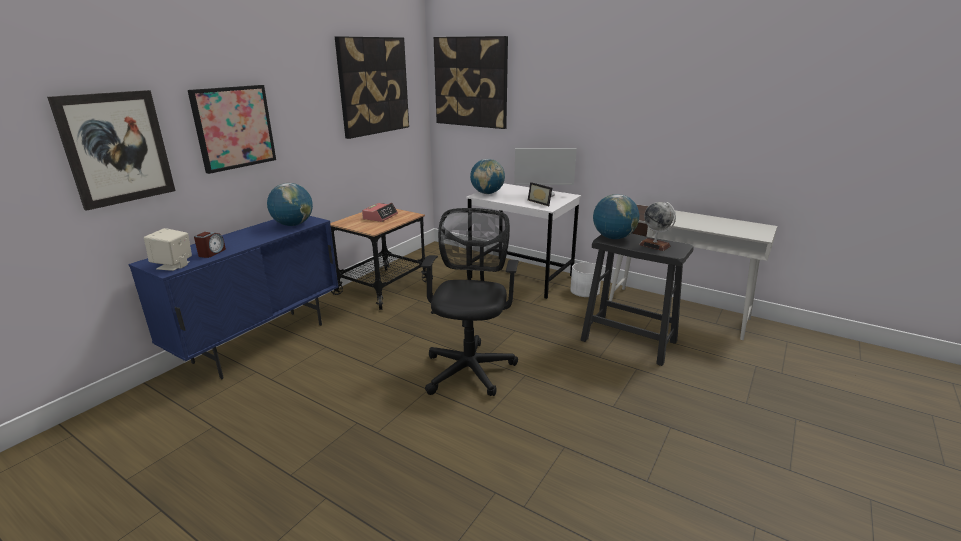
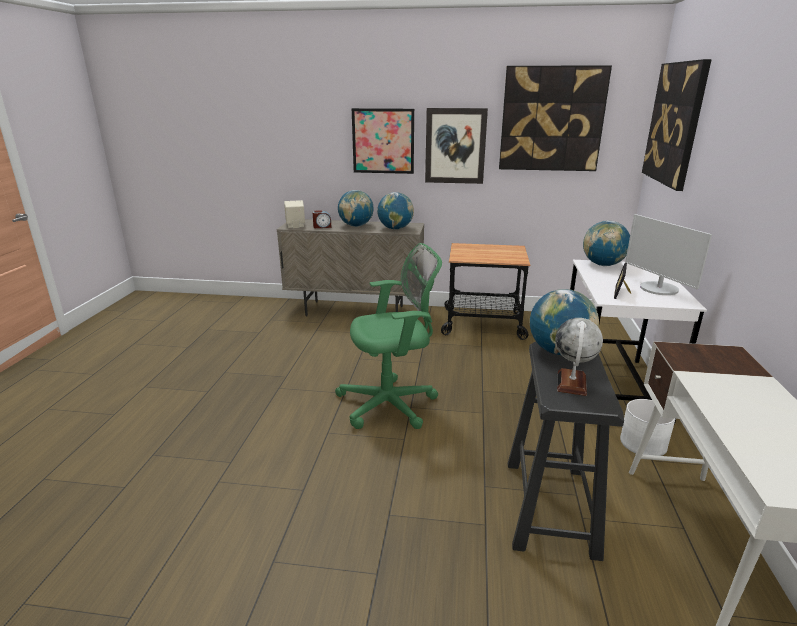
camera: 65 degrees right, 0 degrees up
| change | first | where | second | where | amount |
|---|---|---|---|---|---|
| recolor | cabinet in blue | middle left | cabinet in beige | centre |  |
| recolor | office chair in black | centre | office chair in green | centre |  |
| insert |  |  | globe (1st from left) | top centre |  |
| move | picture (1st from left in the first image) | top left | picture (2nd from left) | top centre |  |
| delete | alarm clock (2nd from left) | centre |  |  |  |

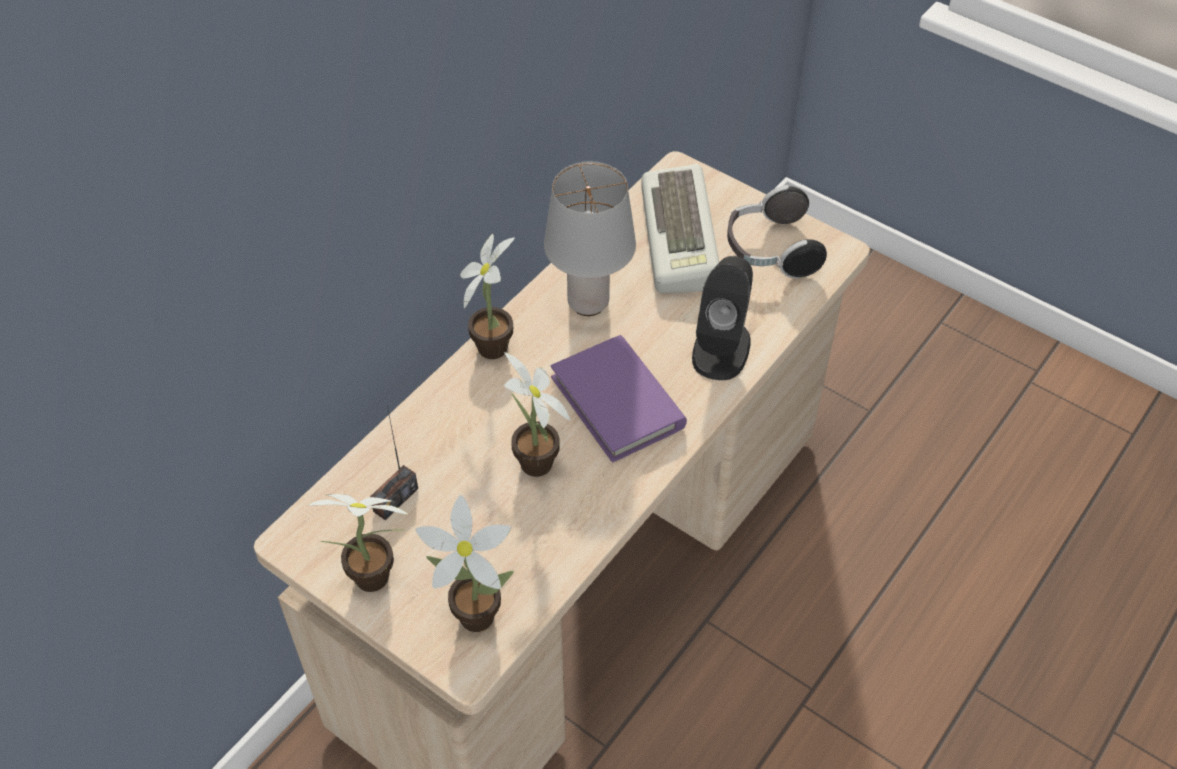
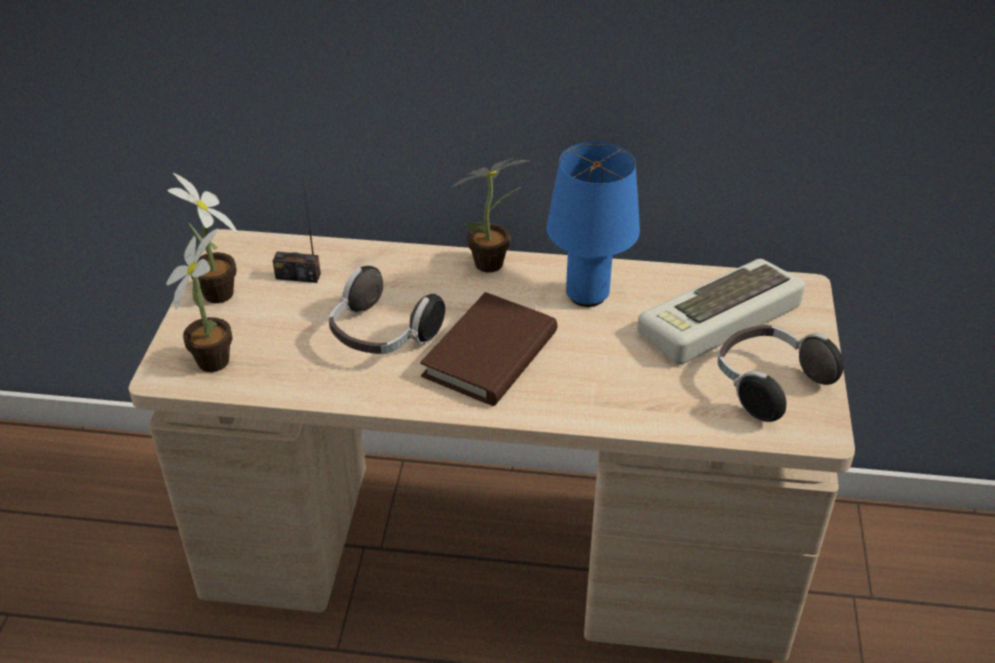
camera: 60 degrees right, 10 degrees down
| change | first | where | second | where | amount |
|---|---|---|---|---|---|
| replace | potted plant (4th from left) | centre | headphones (1st from left) | centre |  |
| recolor | book in purple | centre | book in brown | centre |  |
| recolor | table lamp in grey | top centre | table lamp in blue | centre |  |
| delete | speaker in black | centre |  |  |  |

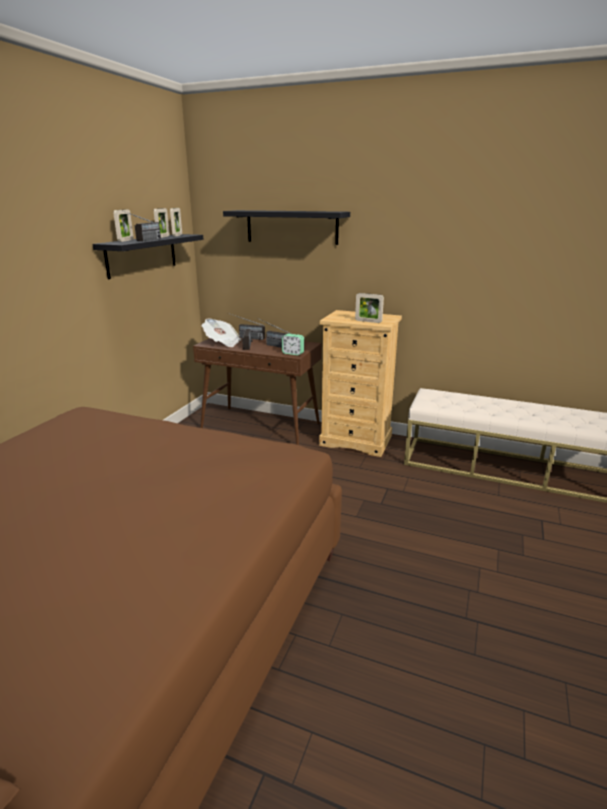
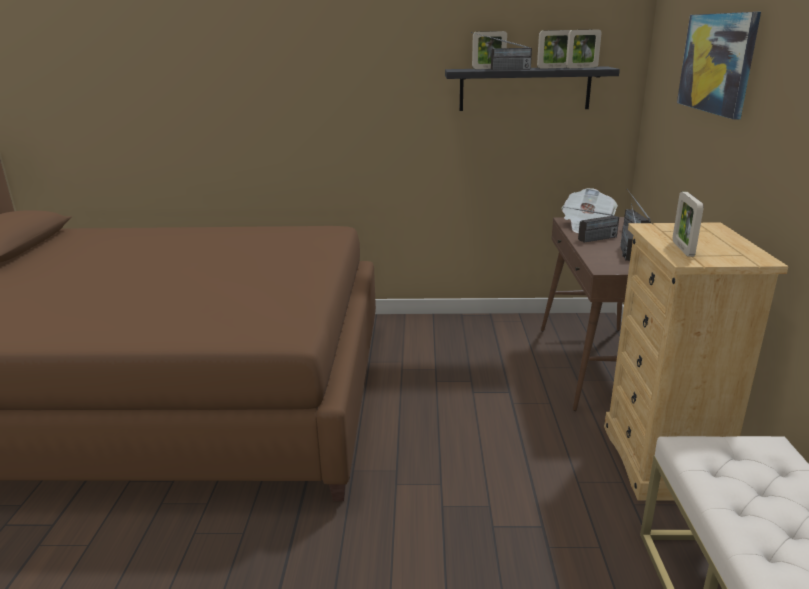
camera: 70 degrees right, 0 degrees up
| change | first | where | second | where | amount |
|---|---|---|---|---|---|
| replace | shelf in black (2nd from left) | top centre | picture | top right |  |
| delete | alarm clock | centre |  |  |  |

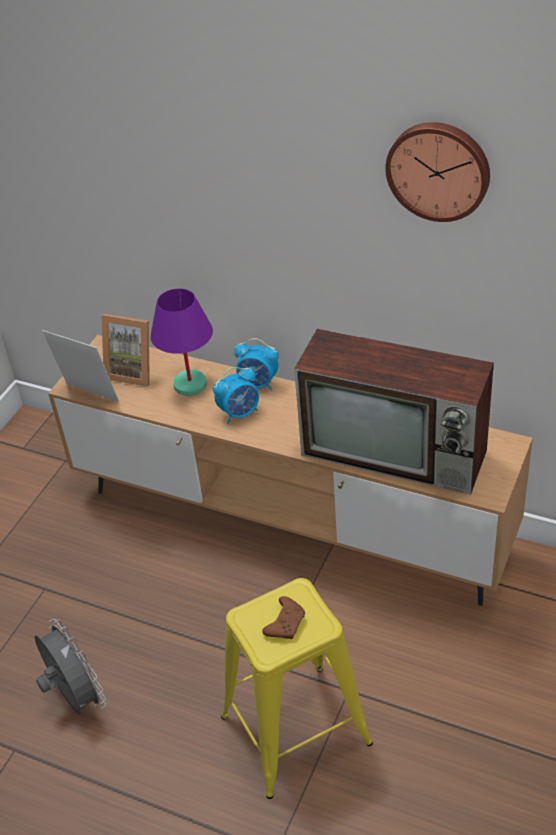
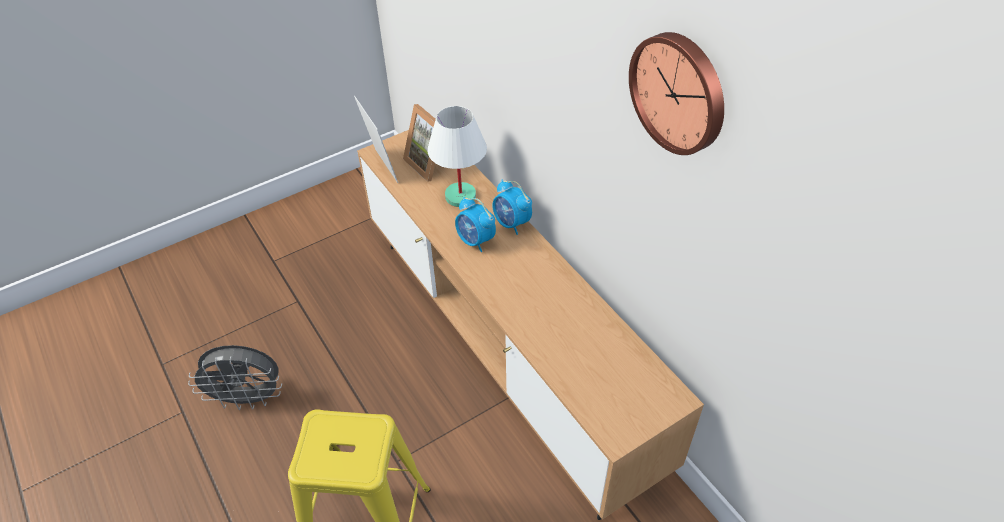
camera: 30 degrees right, 5 degrees up
| change | first | where | second | where | amount |
|---|---|---|---|---|---|
| rotate | fan in grey | bottom left |  | bottom left | 90 degrees clockwise |
| recolor | table lamp in purple | middle left | table lamp in white | top centre |  |
| rotate | alarm clock (1st from left) | centre |  | centre | 45 degrees clockwise |
| delete | game controller in brown | bottom centre |  |  |  |
| delete | television | middle right |  |  |  |

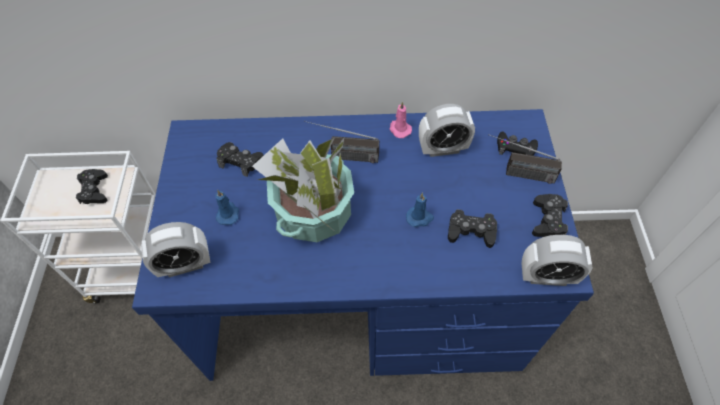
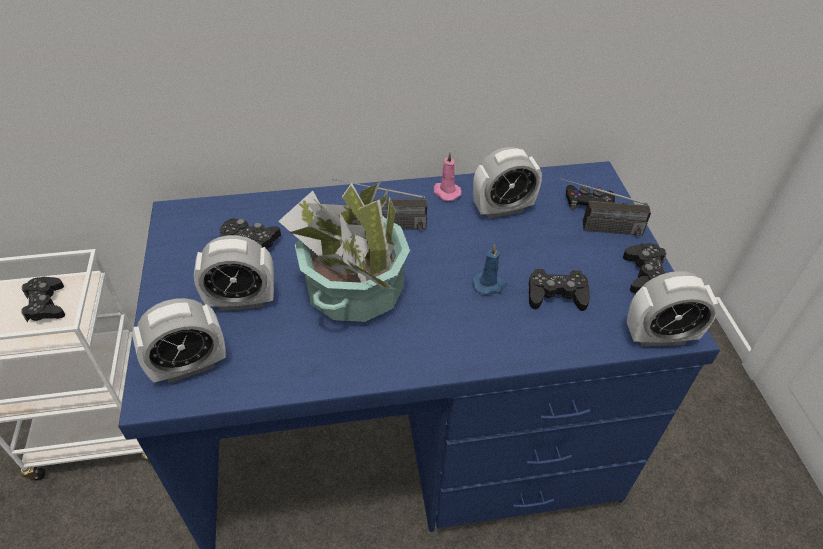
camera: 10 degrees left, 10 degrees down
| change | first | where | second | where | amount |
|---|---|---|---|---|---|
| replace | candle in blue (1st from left) | middle left | alarm clock (2nd from left) | middle left |  |

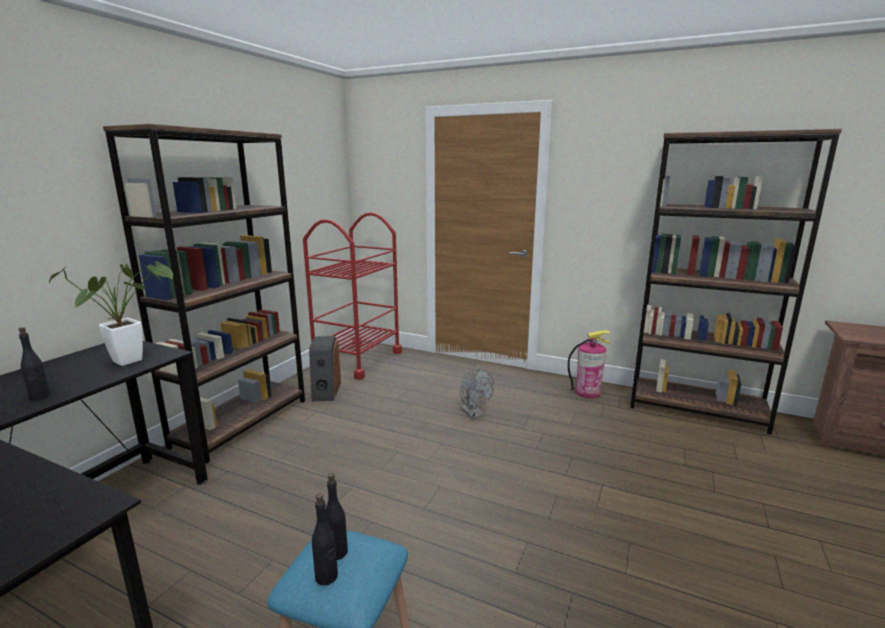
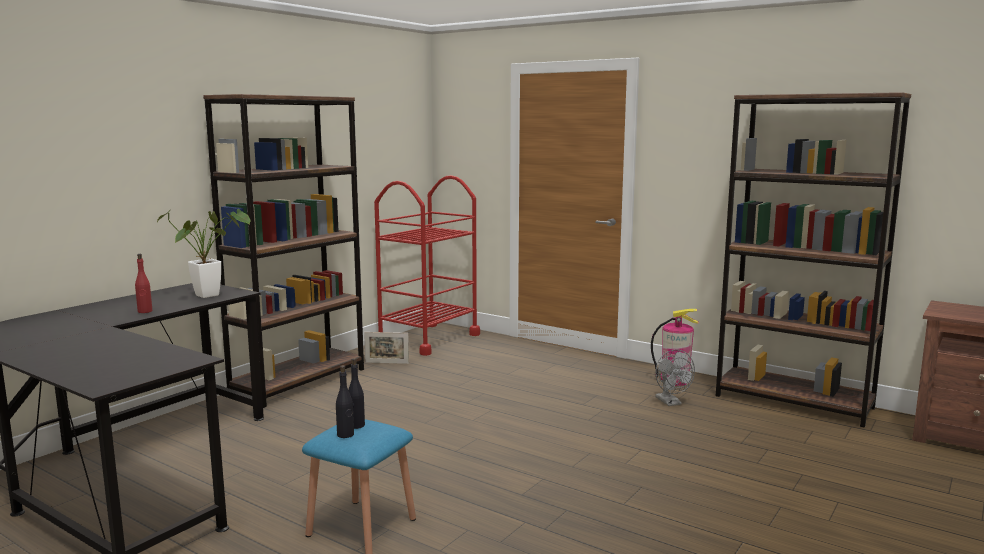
camera: 10 degrees right, 5 degrees down
| change | first | where | second | where | amount |
|---|---|---|---|---|---|
| recolor | bottle in black (1st from left) | middle left | bottle in red | middle left |  |
| replace | speaker | centre | picture frame | centre |  |
| move | fan in grey | centre |  | bottom right |  |

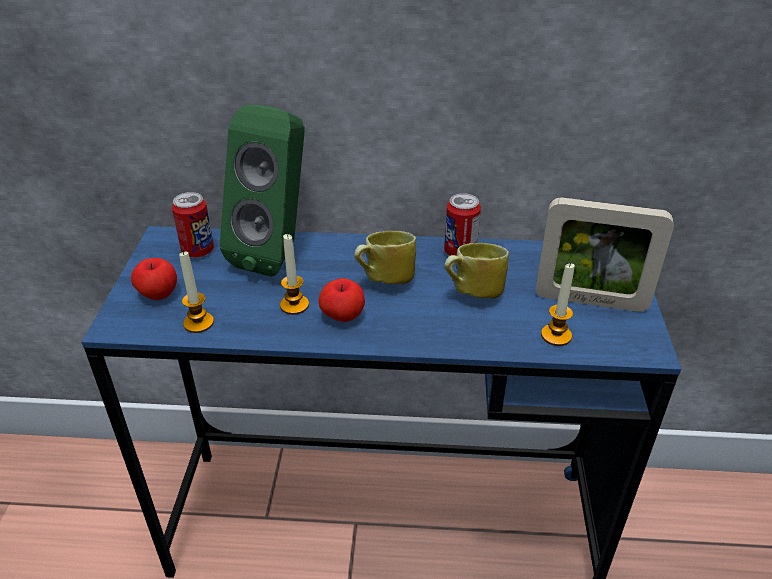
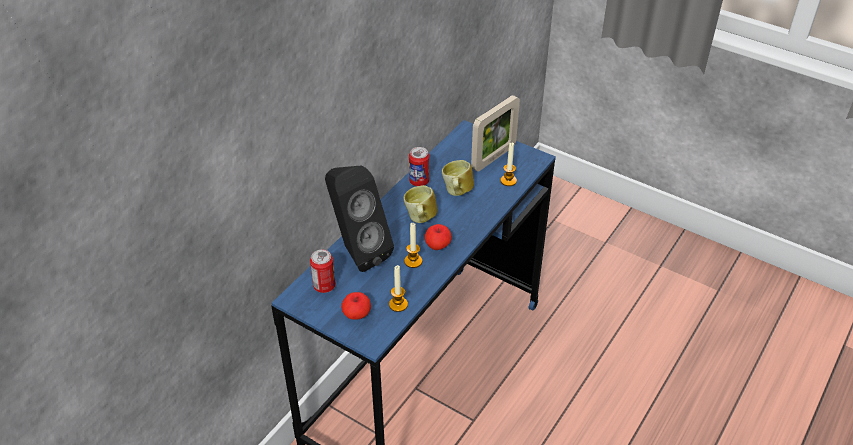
camera: 60 degrees left, 5 degrees up
| change | first | where | second | where | amount |
|---|---|---|---|---|---|
| recolor | speaker in green | top centre | speaker in black | centre |  |

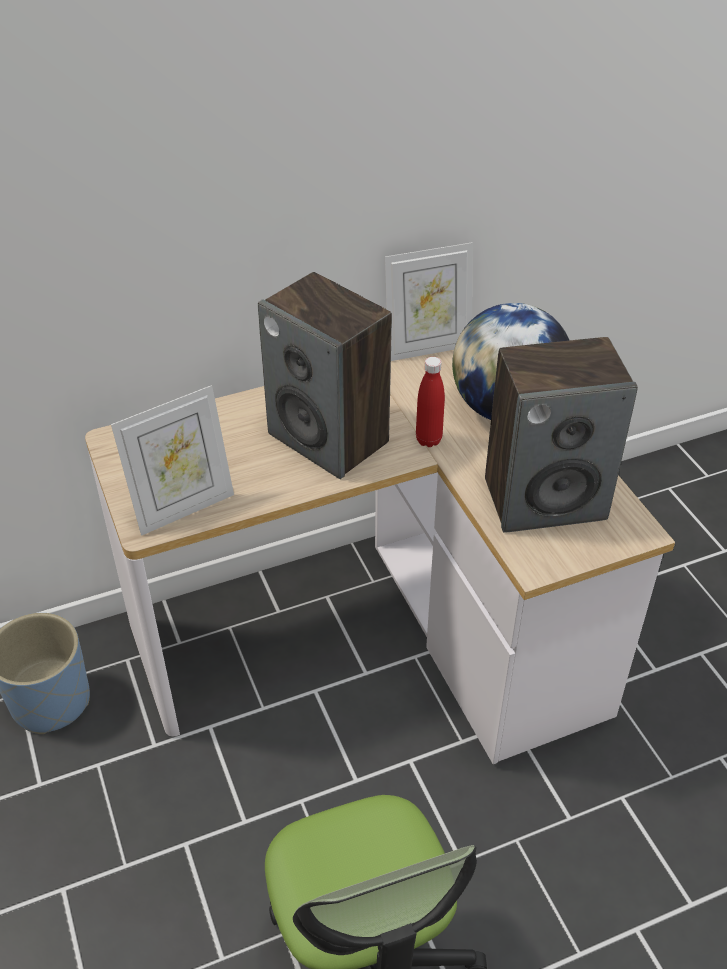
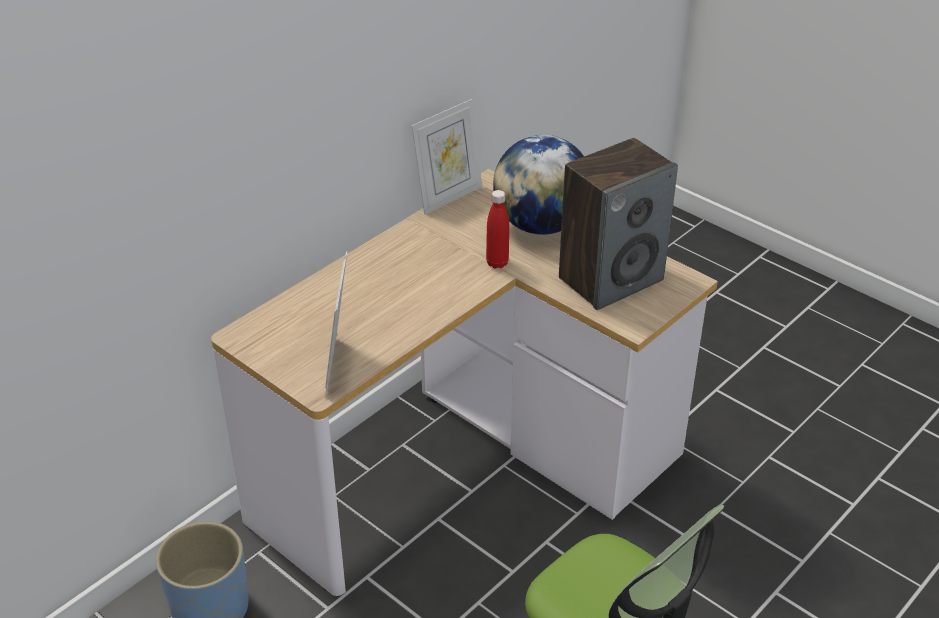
camera: 25 degrees left, 5 degrees down
| change | first | where | second | where | amount |
|---|---|---|---|---|---|
| rotate | picture frame (1st from left) | middle left |  | centre | 150 degrees clockwise |
| delete | speaker (1st from left) | centre |  |  |  |

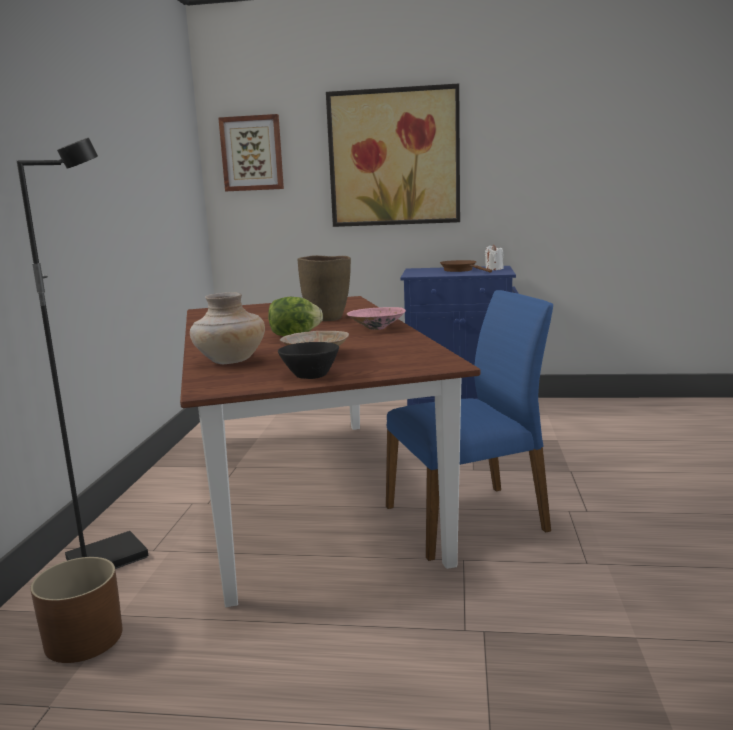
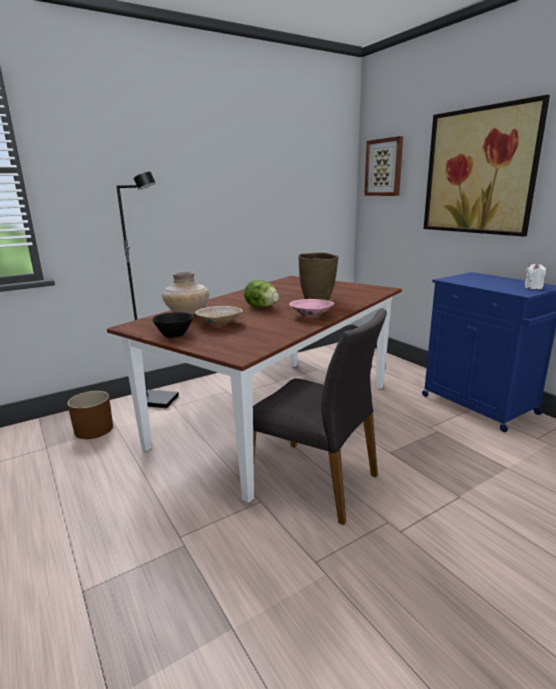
camera: 50 degrees right, 5 degrees up
| change | first | where | second | where | amount |
|---|---|---|---|---|---|
| recolor | chair in blue | centre | chair in grey | centre |  |
| delete | frying pan in brown | centre |  |  |  |

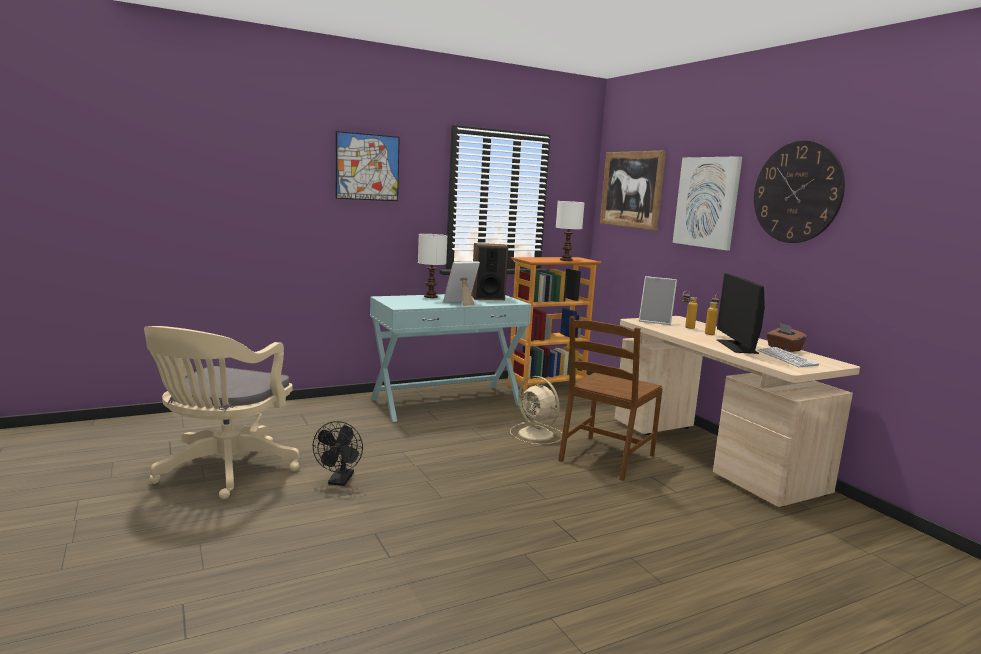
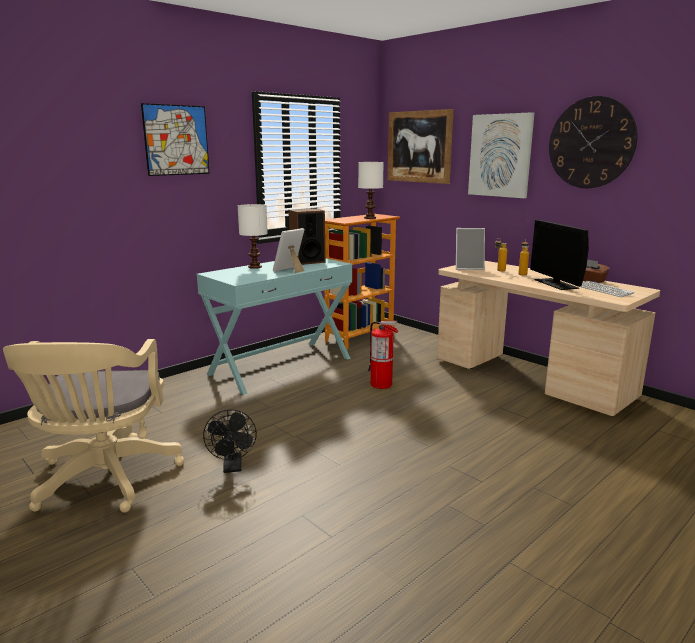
camera: 15 degrees left, 5 degrees up
| change | first | where | second | where | amount |
|---|---|---|---|---|---|
| replace | fan in beige | centre | fire extinguisher | centre |  |
| delete | chair in brown | centre |  |  |  |

